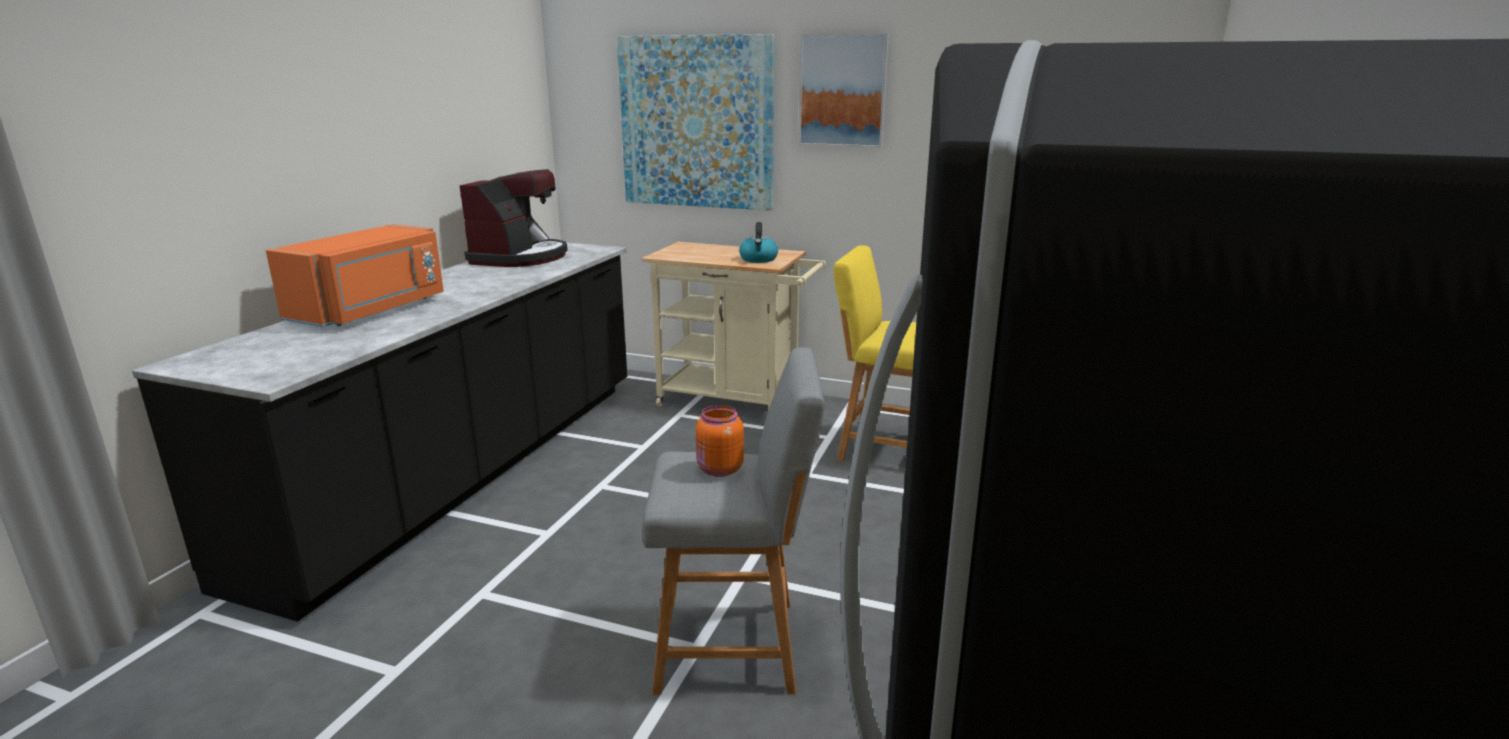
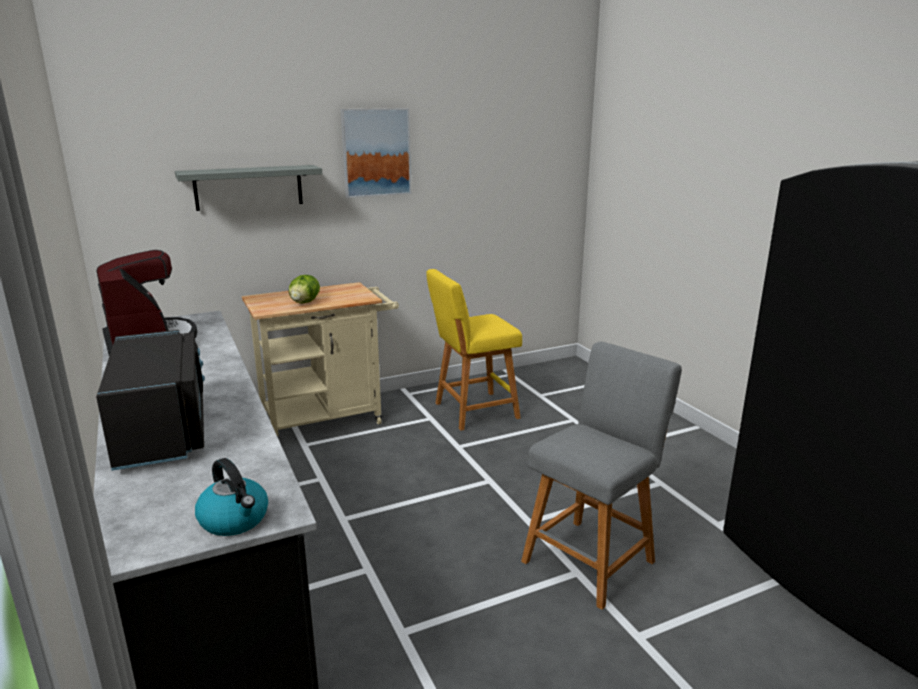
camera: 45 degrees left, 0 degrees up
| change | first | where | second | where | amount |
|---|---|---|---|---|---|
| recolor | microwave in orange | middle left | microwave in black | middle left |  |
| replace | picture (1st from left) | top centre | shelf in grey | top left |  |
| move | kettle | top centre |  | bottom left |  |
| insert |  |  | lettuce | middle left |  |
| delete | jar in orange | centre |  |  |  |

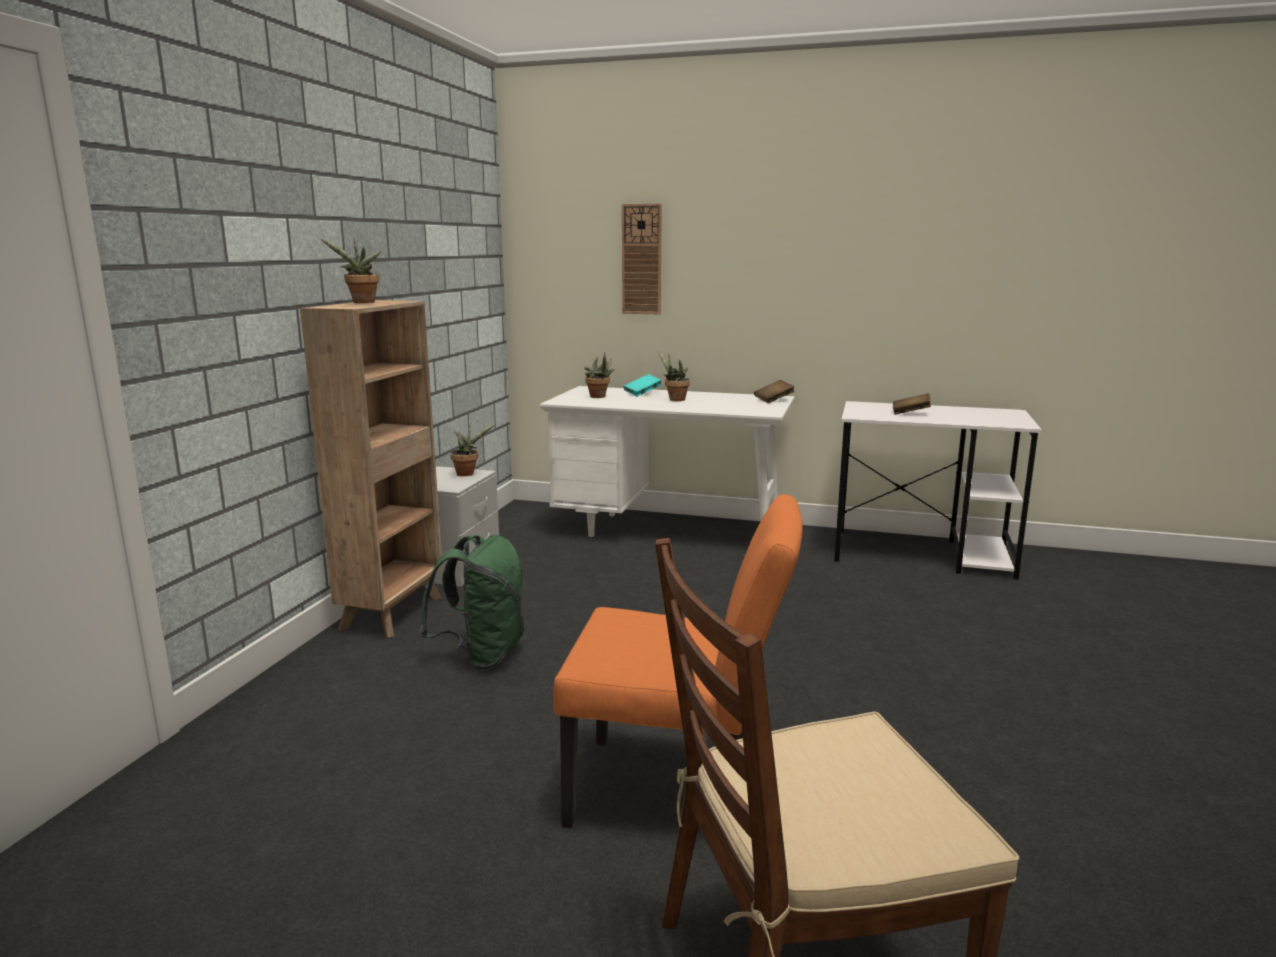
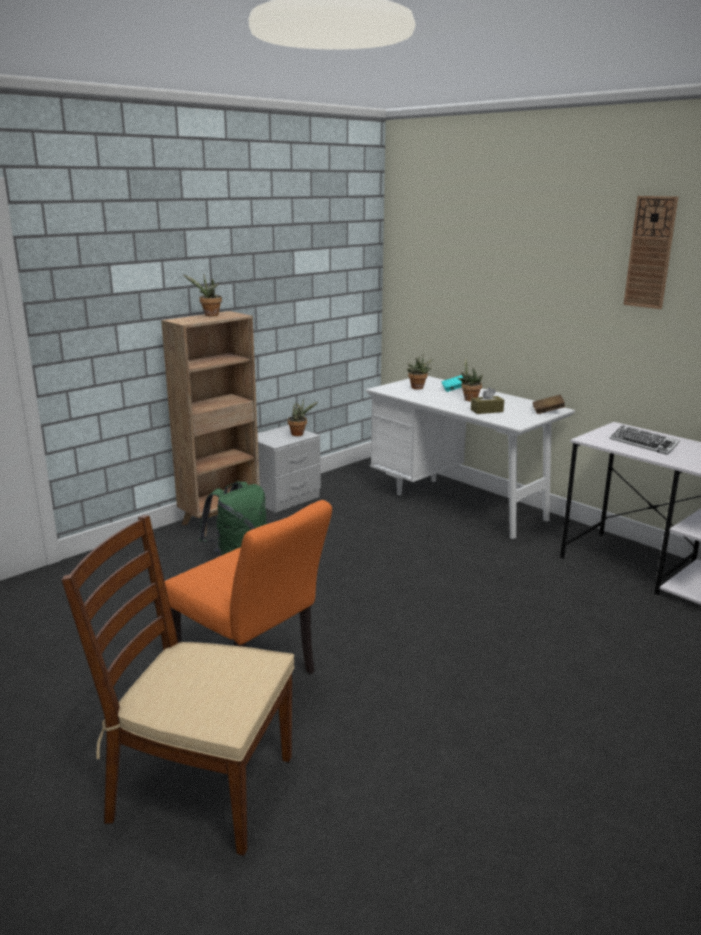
camera: 30 degrees right, 5 degrees up
| change | first | where | second | where | amount |
|---|---|---|---|---|---|
| insert |  |  | tissue box in brown | middle right |  |
| replace | book in brown (2nd from left) | middle right | keyboard | middle right |  |
| move | wall clock | top centre |  | top right |  |

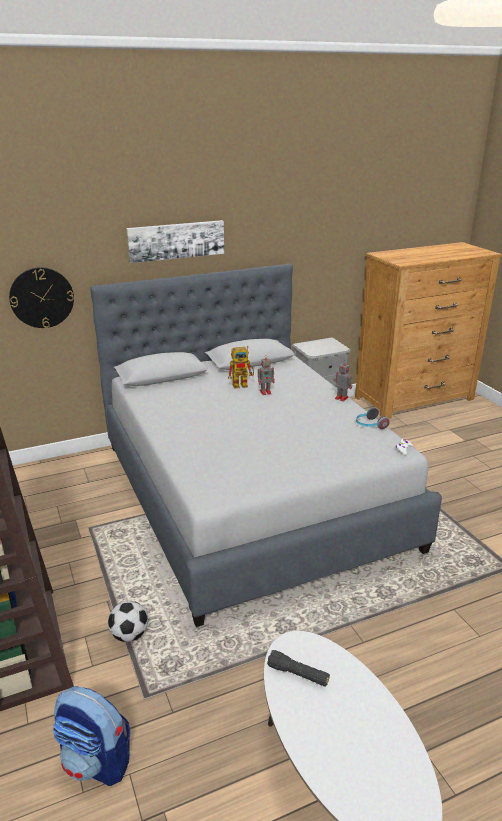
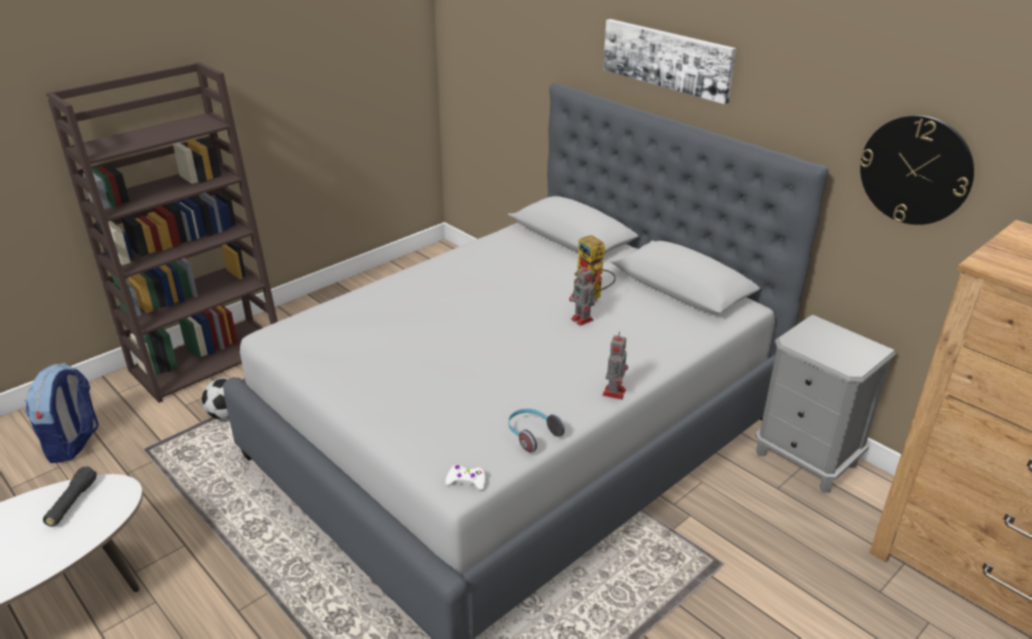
camera: 70 degrees right, 5 degrees up
| change | first | where | second | where | amount |
|---|---|---|---|---|---|
| move | wall clock | middle left |  | top right |  |

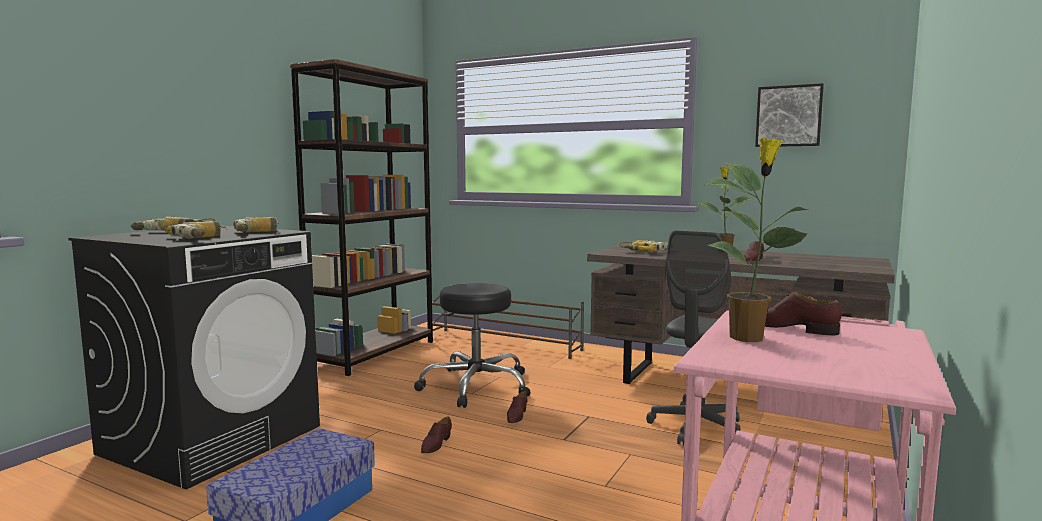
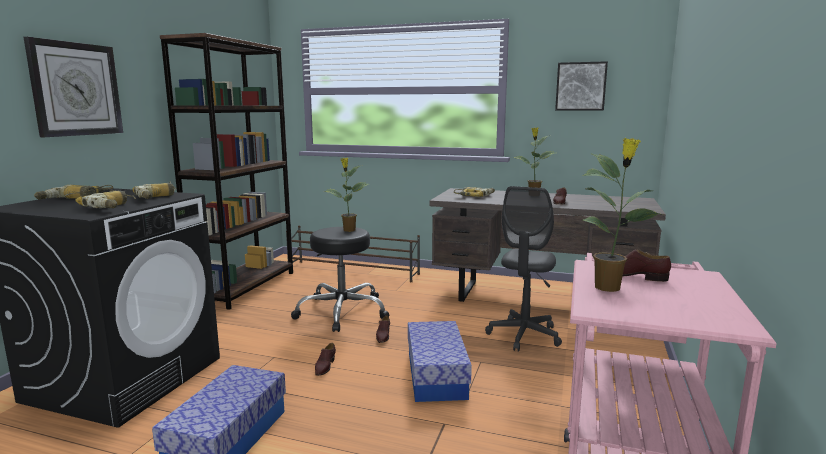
camera: 10 degrees left, 5 degrees up
| change | first | where | second | where | amount |
|---|---|---|---|---|---|
| insert |  |  | wall clock | top left |  |
| insert |  |  | potted plant (1st from left) | centre |  |
| insert |  |  | storage box (2nd from left) | bottom centre |  |

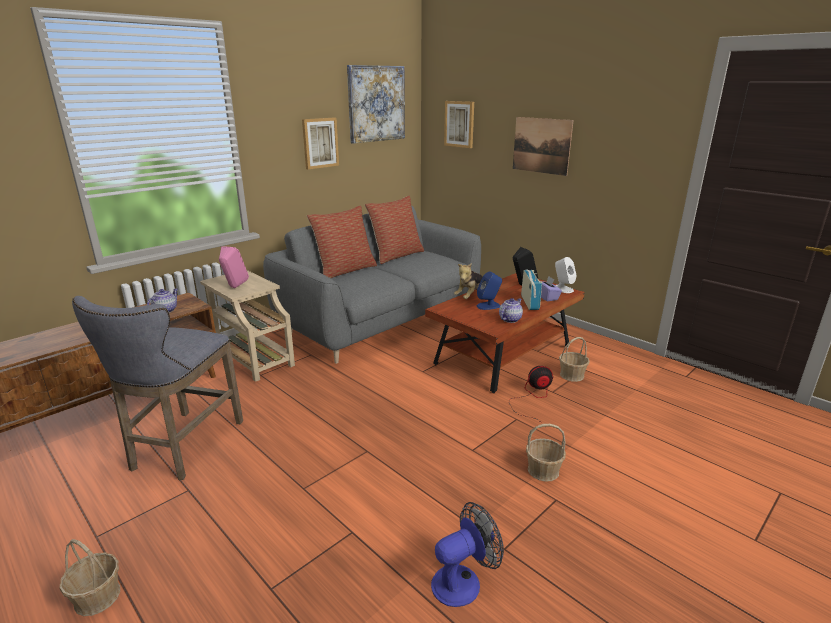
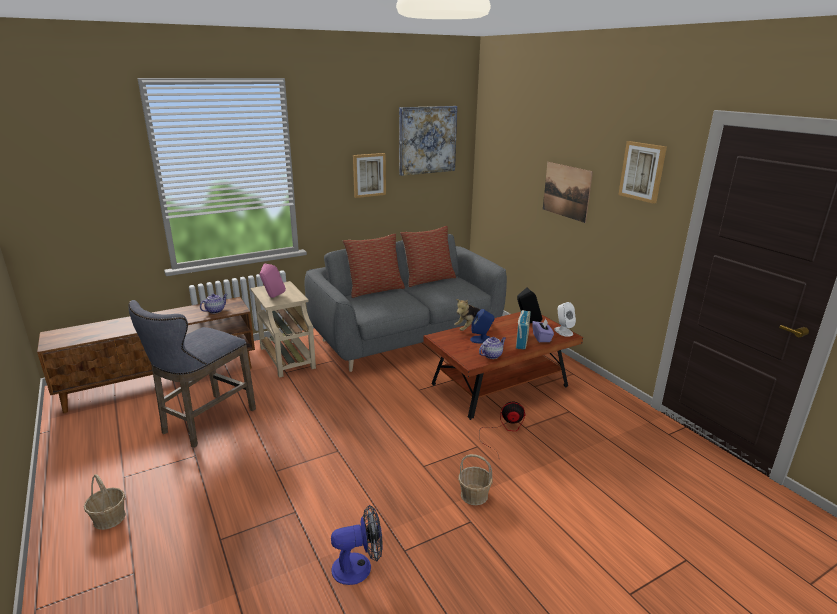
camera: 15 degrees right, 0 degrees up
| change | first | where | second | where | amount |
|---|---|---|---|---|---|
| move | picture (3rd from left in the first image) | top centre | picture (4th from left) | top right |  |
| delete | basket (3rd from left) | middle right |  |  |  |

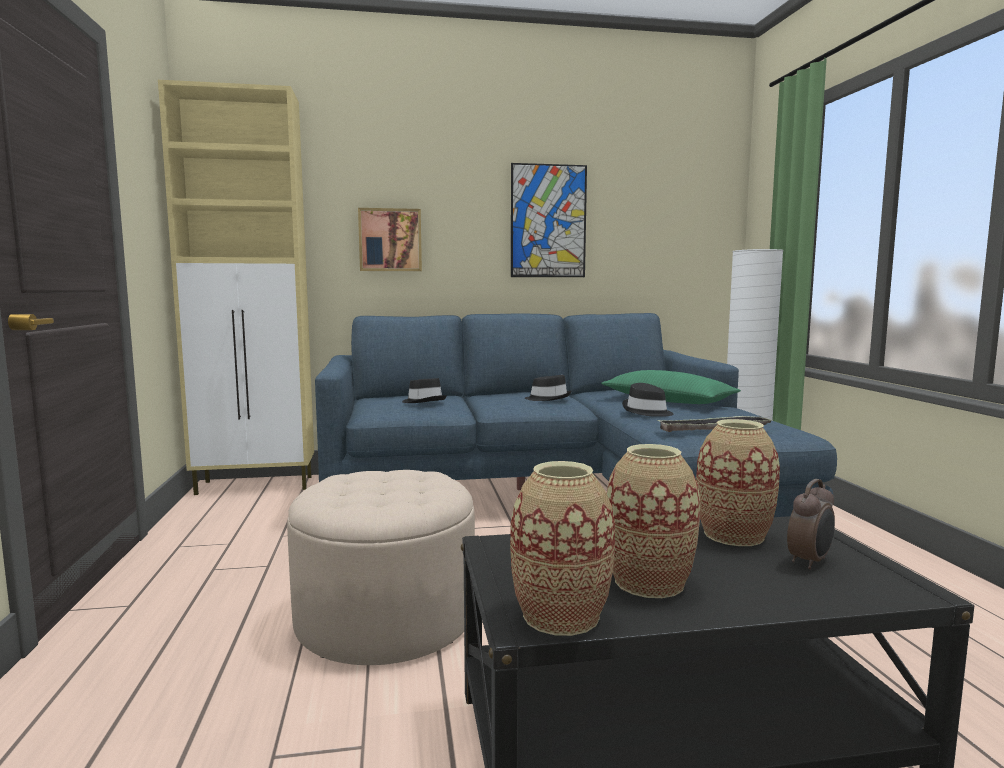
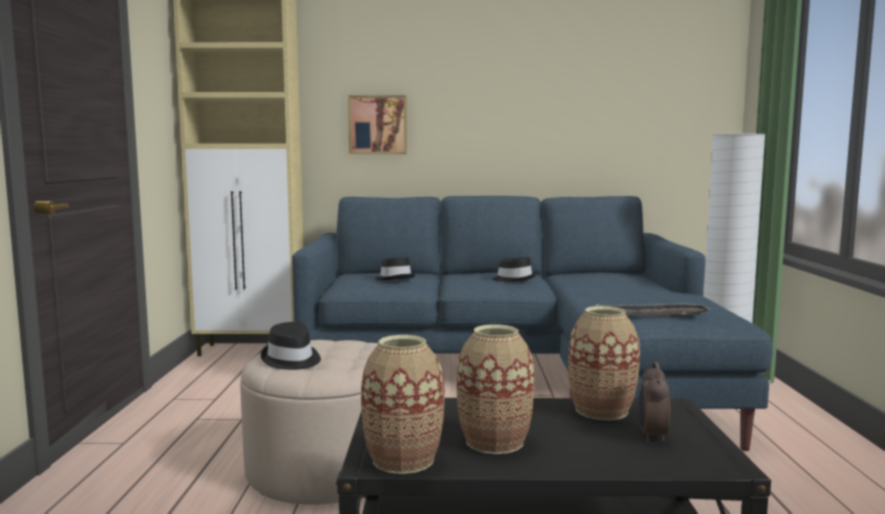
camera: 10 degrees right, 0 degrees up
| change | first | where | second | where | amount |
|---|---|---|---|---|---|
| move | hat in black (3rd from left in the first image) | centre | hat in black (1st from left) | bottom left |  |
| rotate | alarm clock | bottom right |  | bottom right | 135 degrees clockwise |
| delete | picture (2nd from left) | top centre |  |  |  |
| delete | pillow in green | middle right |  |  |  |

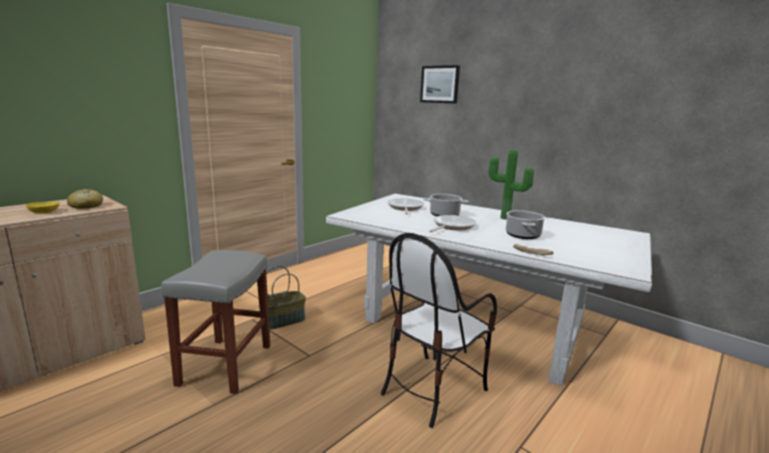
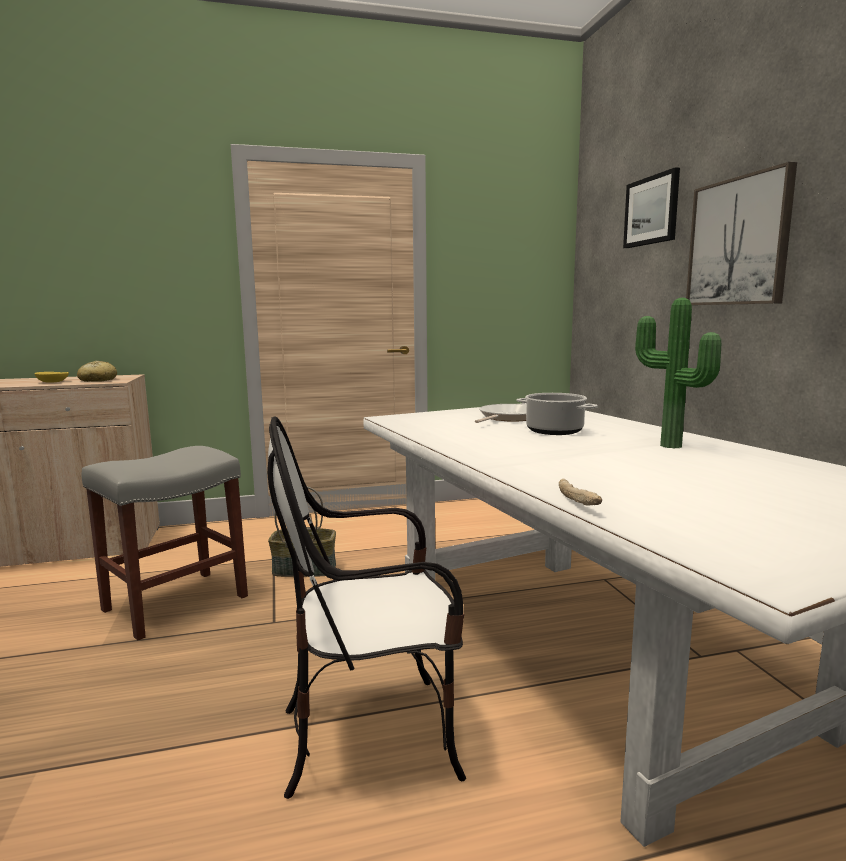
camera: 35 degrees right, 5 degrees down
| change | first | where | second | where | amount |
|---|---|---|---|---|---|
| insert |  |  | picture (2nd from left) | top right |  |
| delete | frying pan (2nd from left) | centre |  |  |  |
| delete | cooking pot (2nd from left) | middle right |  |  |  |

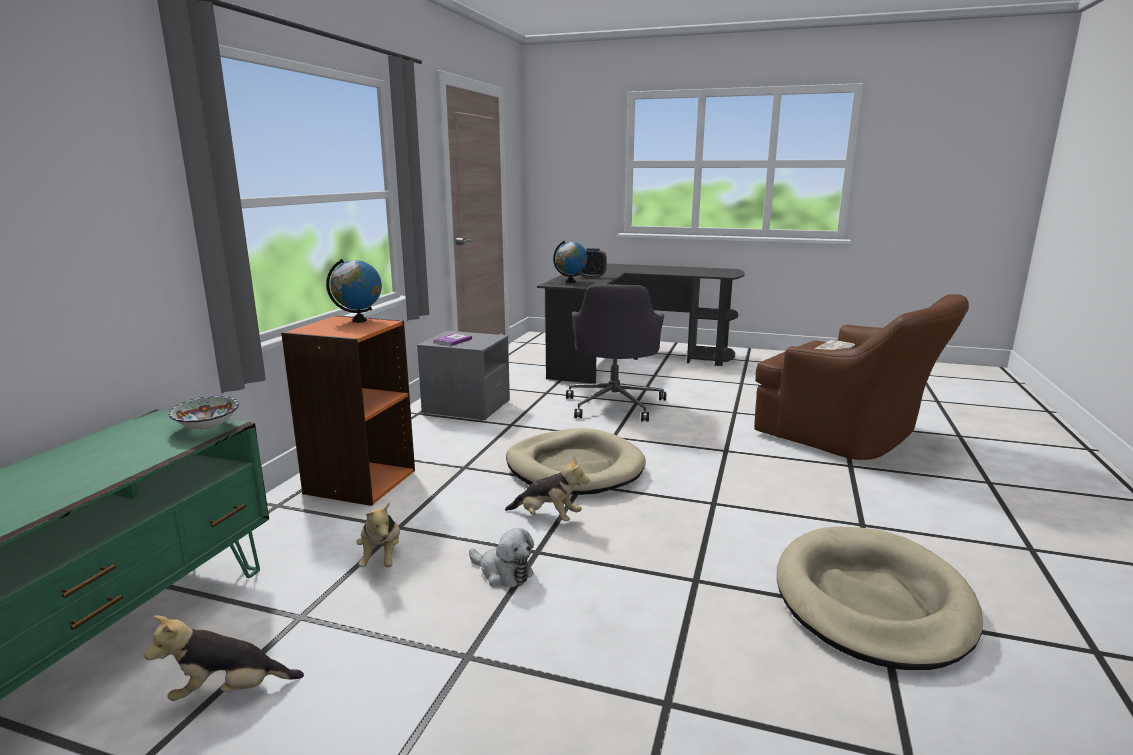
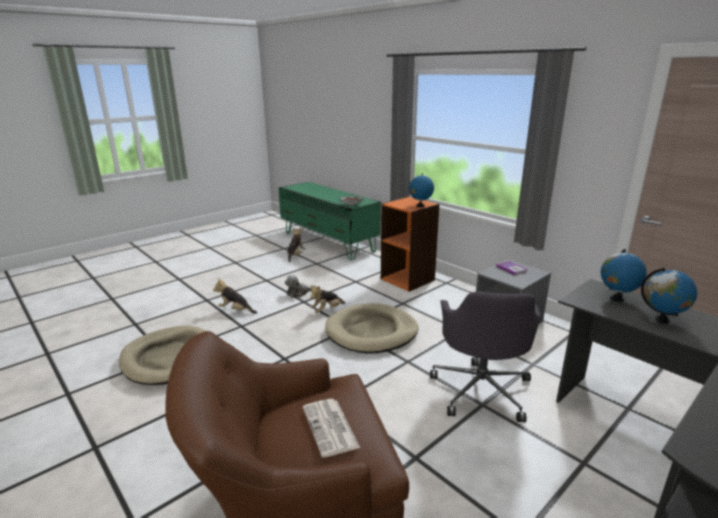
camera: 120 degrees right, 5 degrees up
| change | first | where | second | where | amount |
|---|---|---|---|---|---|
| move | plush toy (2nd from left in the first image) | bottom centre | plush toy (1st from left) | middle left |  |
| rotate | office chair in grey | centre |  | bottom right | 120 degrees counterclockwise |
| replace | alarm clock | centre | globe (3rd from left) | middle right |  |

